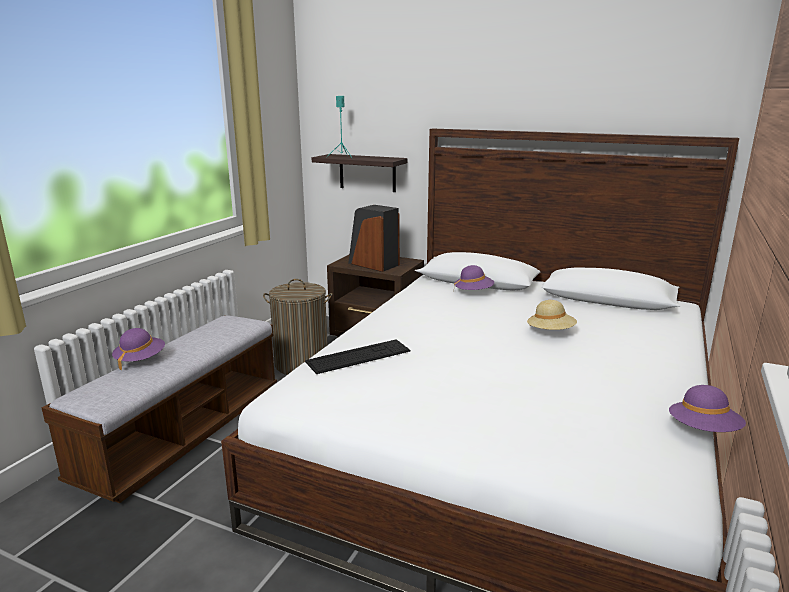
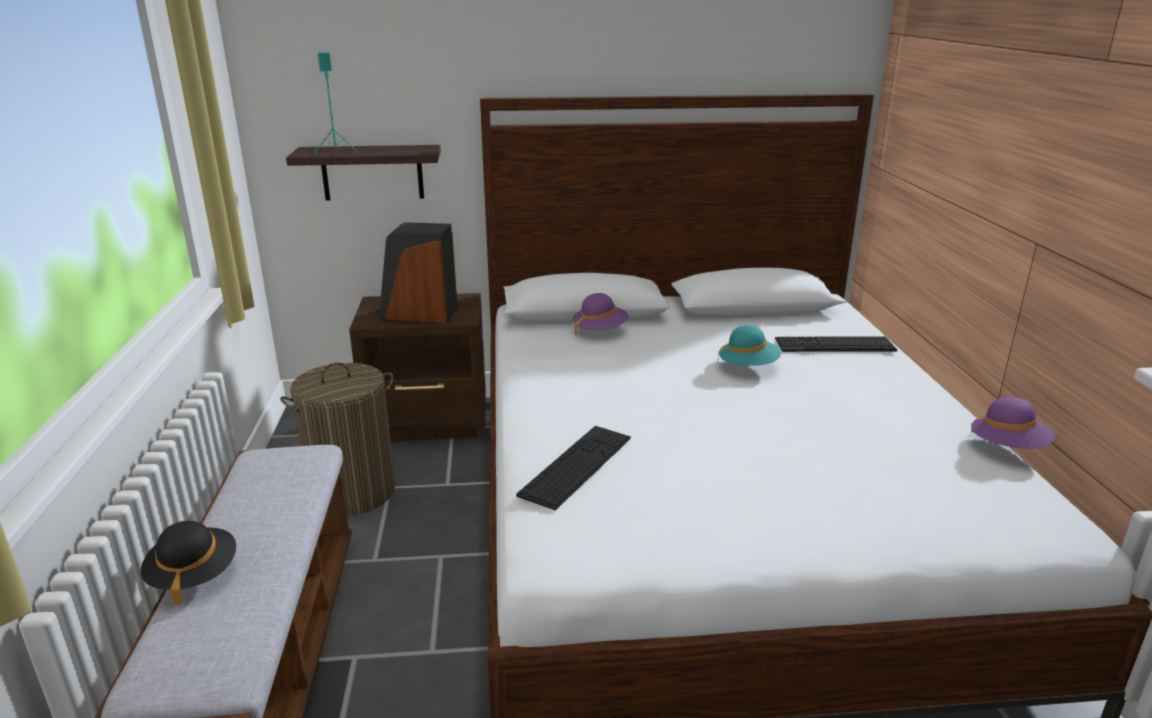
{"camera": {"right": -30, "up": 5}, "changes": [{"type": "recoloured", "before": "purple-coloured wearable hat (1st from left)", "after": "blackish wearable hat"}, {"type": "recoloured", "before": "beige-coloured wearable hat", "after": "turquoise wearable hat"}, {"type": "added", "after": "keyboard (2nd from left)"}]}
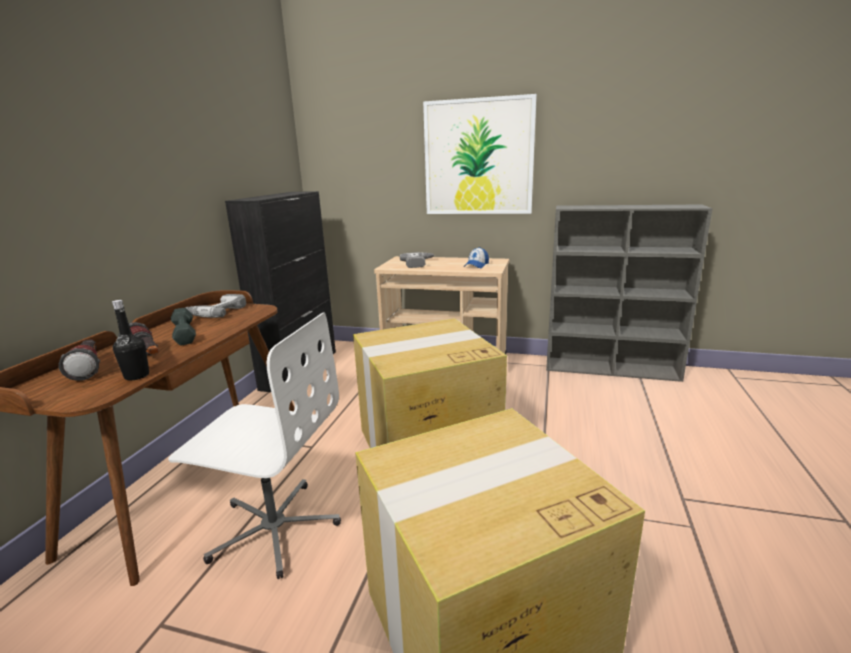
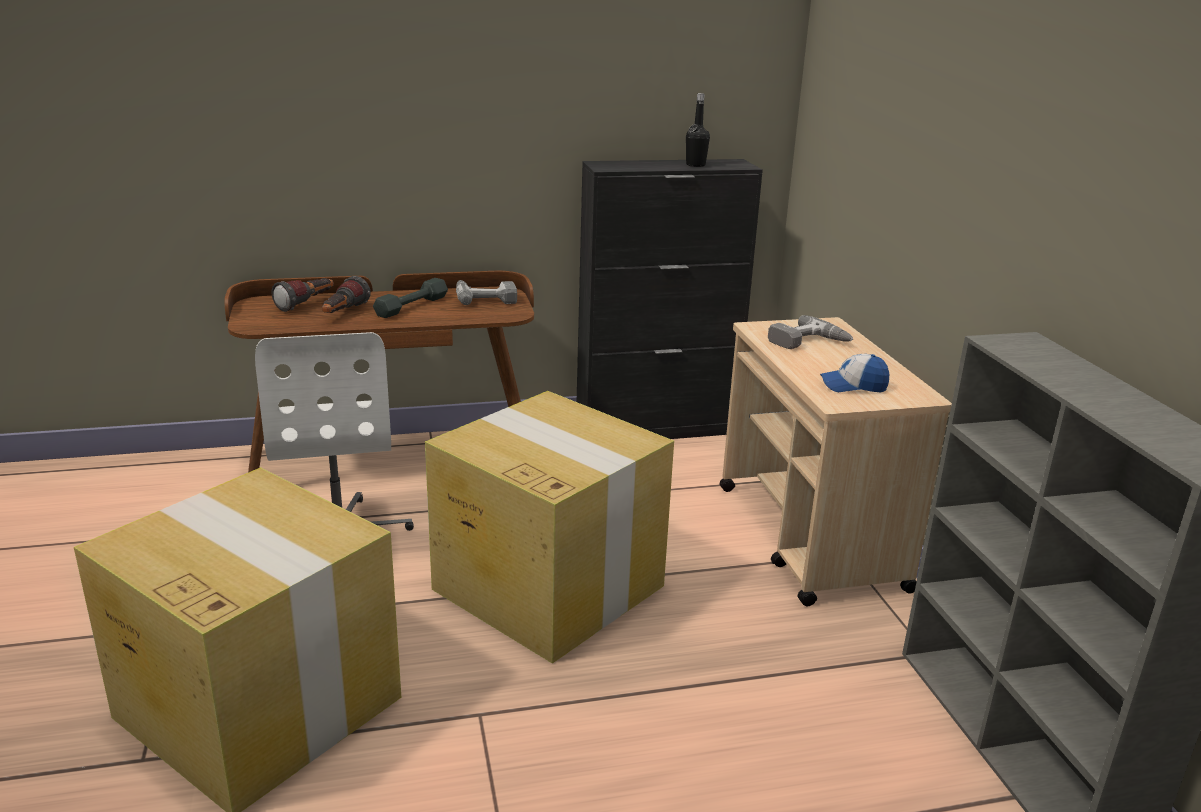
{"camera": {"right": 60, "up": 5}, "changes": [{"type": "moved", "before": "blackish beverage bottle"}, {"type": "removed", "before": "wall picture"}]}
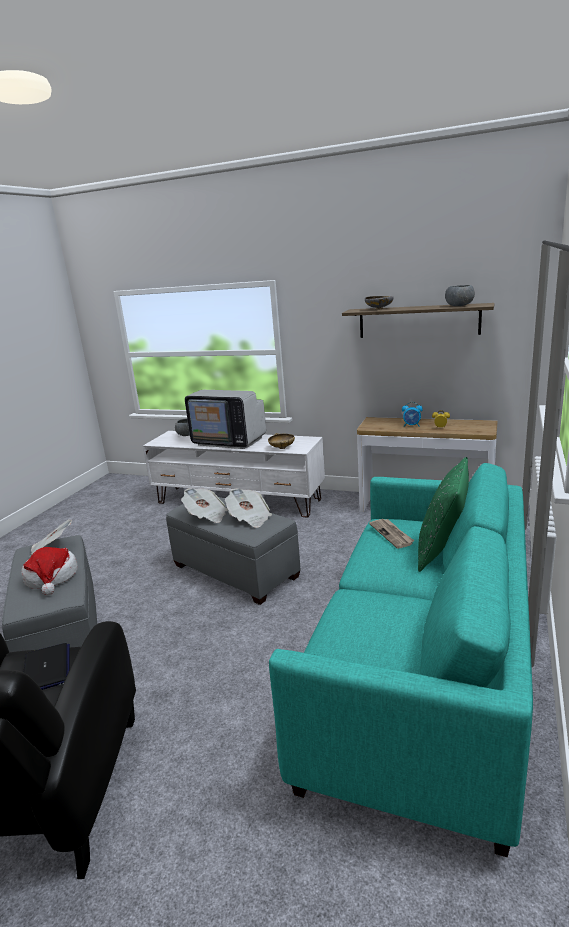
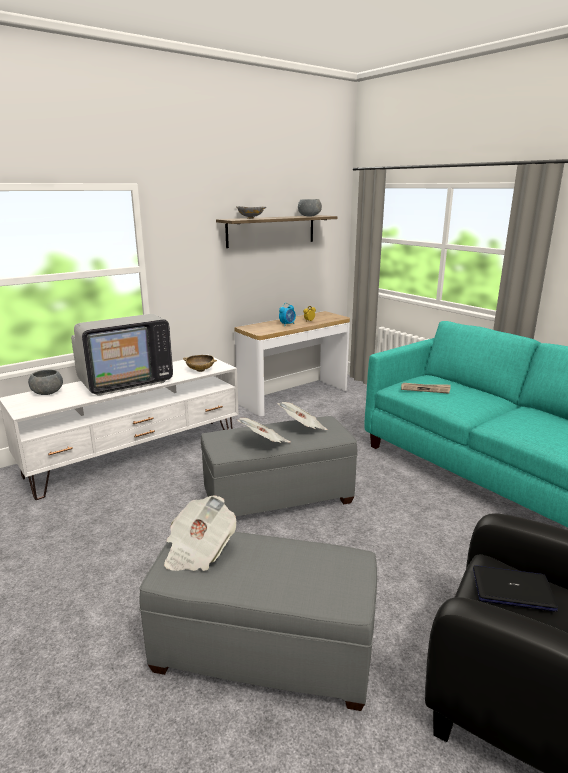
{"camera": {"right": -60, "up": 0}, "changes": [{"type": "removed", "before": "wearable hat"}, {"type": "removed", "before": "green-coloured throw pillow"}]}
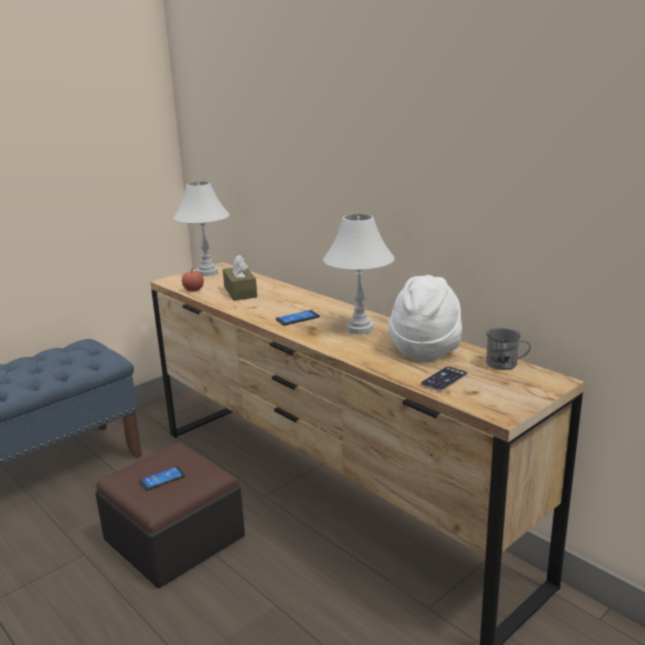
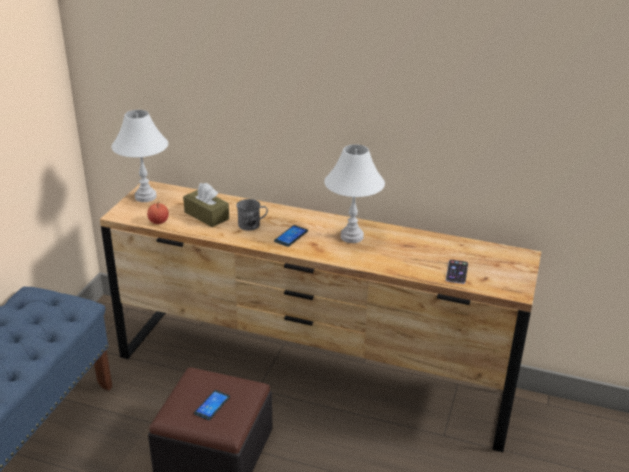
{"camera": {"right": -30, "up": 10}, "changes": [{"type": "removed", "before": "whitish wearable hat"}, {"type": "moved", "before": "greyish tea mug"}]}
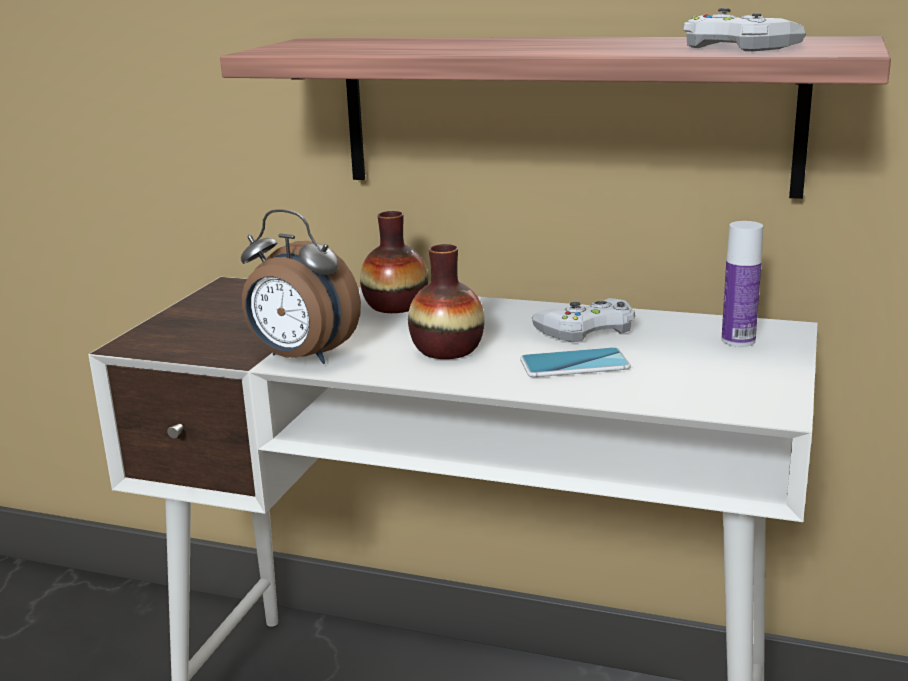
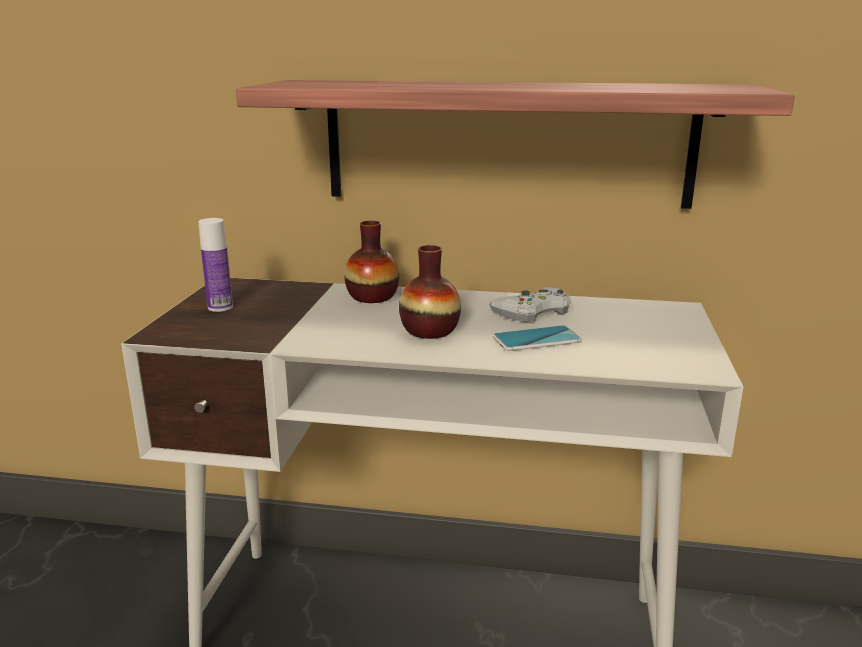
{"camera": {"right": -10, "up": 0}, "changes": [{"type": "removed", "before": "alarm clock"}, {"type": "removed", "before": "whitish gamepad (2nd from left)"}, {"type": "moved", "before": "beverage bottle"}]}
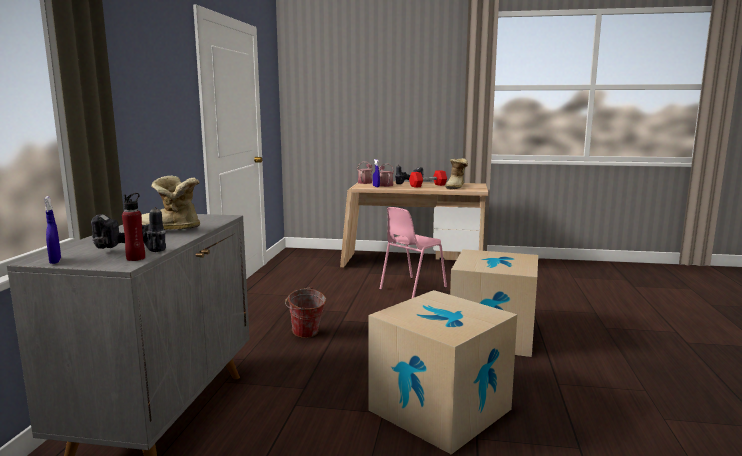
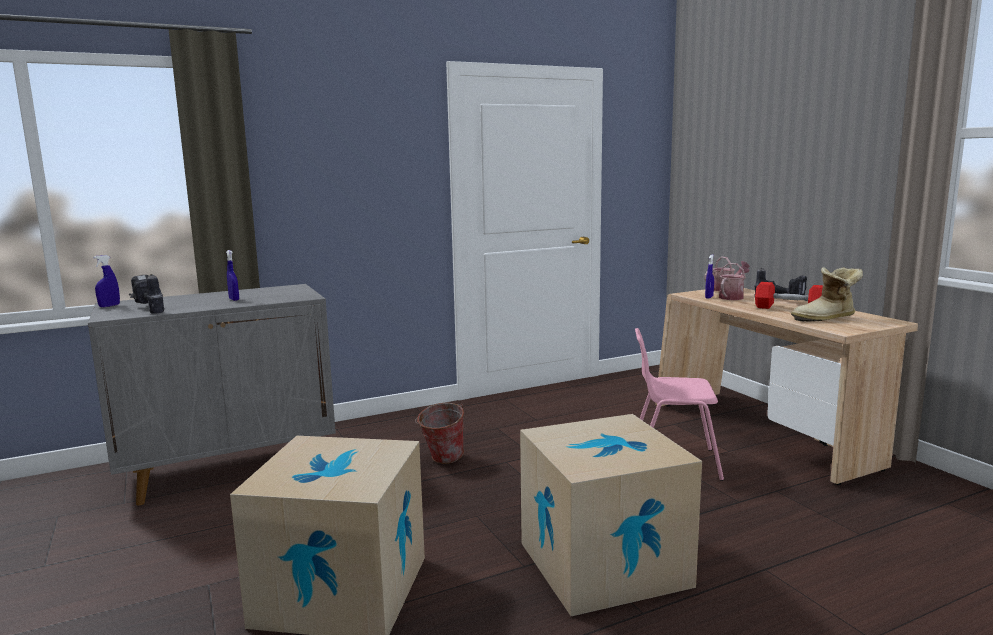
{"camera": {"right": 55, "up": 0}, "changes": [{"type": "removed", "before": "red-coloured beverage bottle"}, {"type": "replaced", "before": "high-top boot (1st from left)", "after": "blue sprayer (2nd from left)"}]}
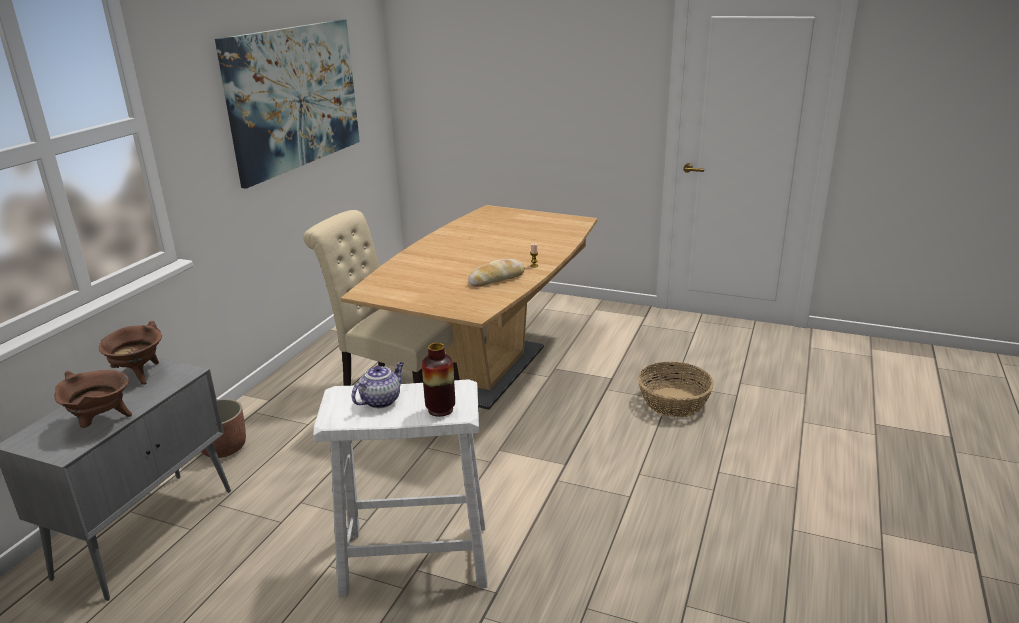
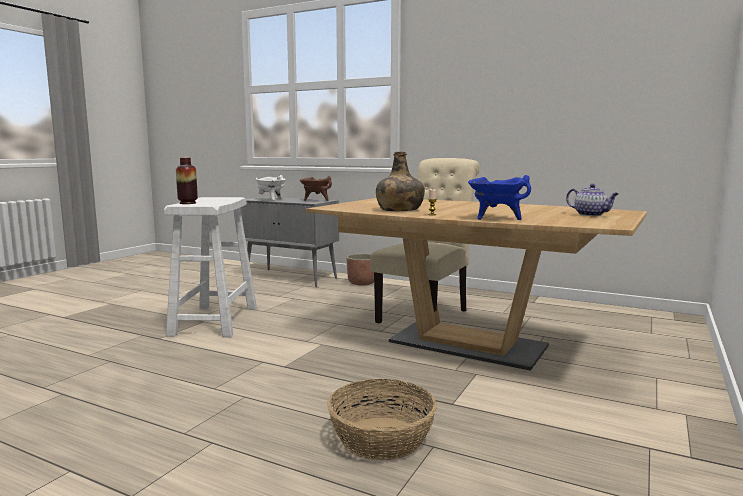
{"camera": {"right": 95, "up": -15}, "changes": [{"type": "recoloured", "before": "brownish cooking pot (1st from left)", "after": "whitish cooking pot"}, {"type": "removed", "before": "wall picture"}, {"type": "moved", "before": "pot for tea"}, {"type": "replaced", "before": "bread", "after": "green-coloured beverage bottle"}, {"type": "added", "after": "blue cooking pot"}]}
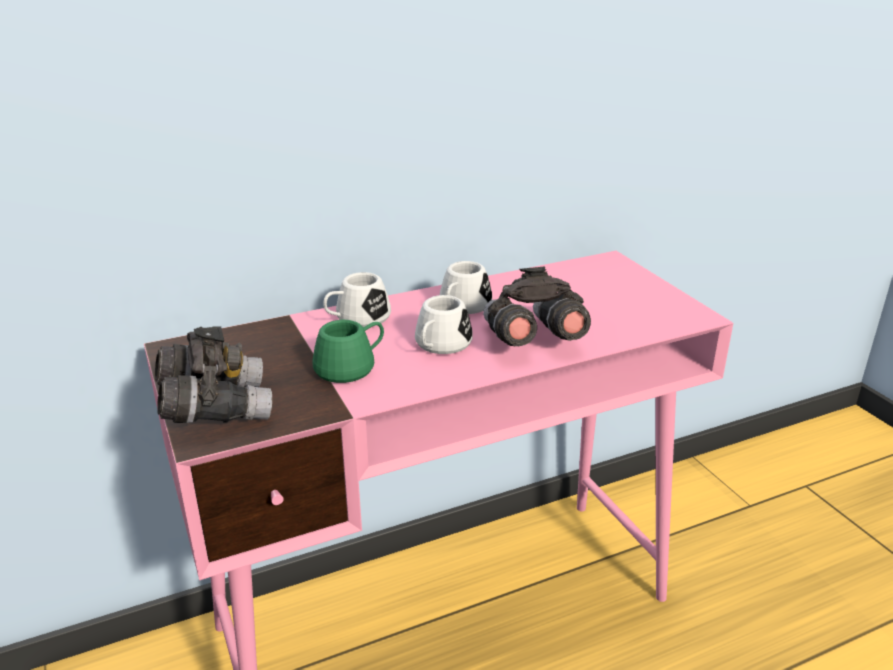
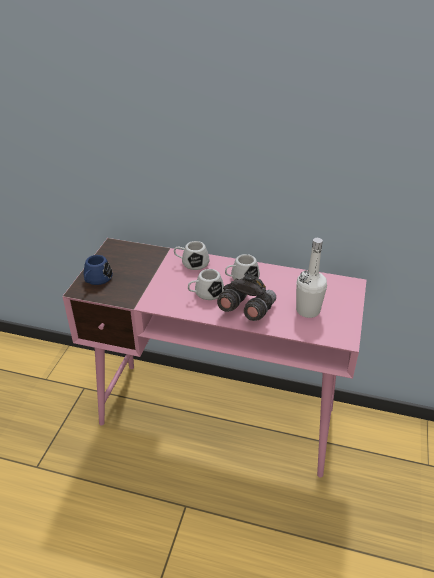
{"camera": {"right": 40, "up": 10}, "changes": [{"type": "replaced", "before": "greyish binoculars (1st from left)", "after": "blue tea mug"}, {"type": "removed", "before": "green-coloured tea mug"}, {"type": "added", "after": "whitish beverage bottle"}]}
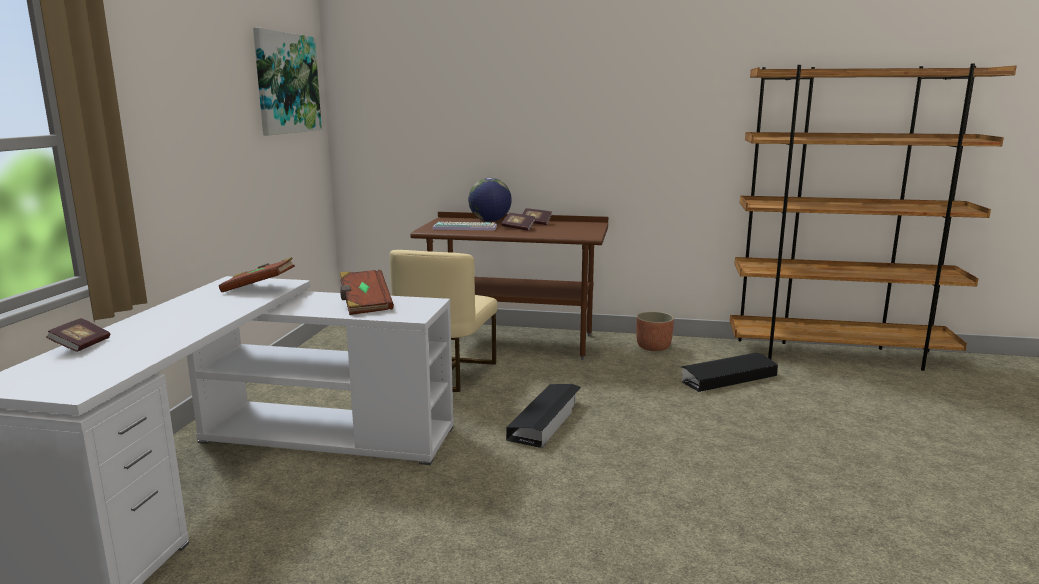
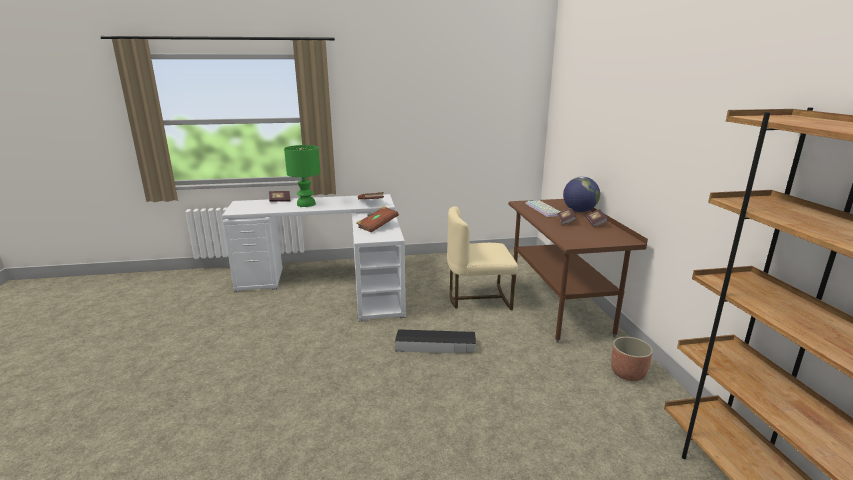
{"camera": {"right": 70, "up": 5}, "changes": [{"type": "removed", "before": "wall picture"}, {"type": "removed", "before": "blackish storage box (2nd from left)"}, {"type": "added", "after": "green-coloured tabletop lamp"}]}
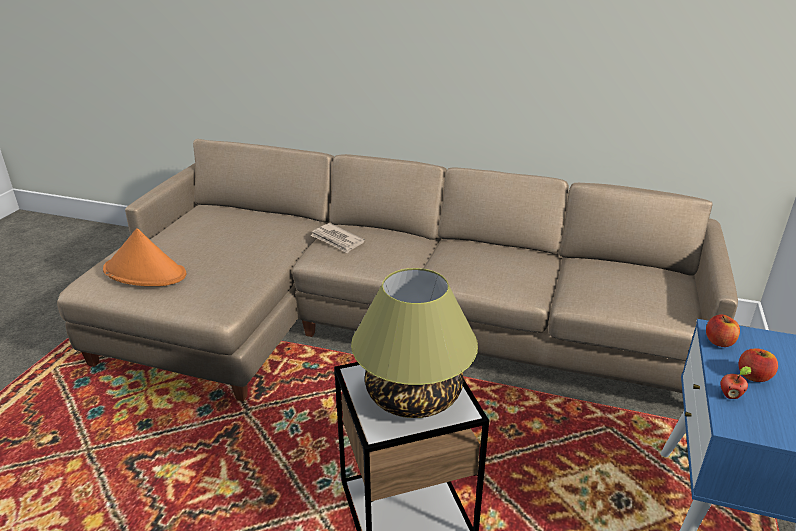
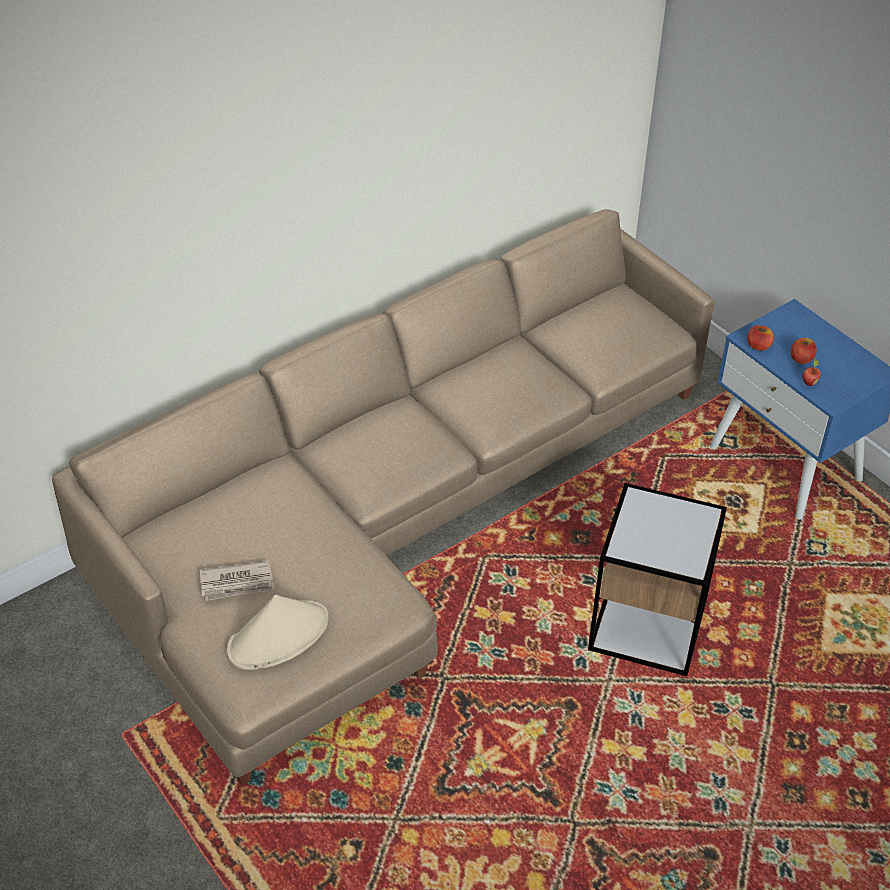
{"camera": {"right": -55, "up": 15}, "changes": [{"type": "recoloured", "before": "orangey wearable hat", "after": "beige-coloured wearable hat"}, {"type": "moved", "before": "printed paper"}, {"type": "removed", "before": "tabletop lamp"}]}
